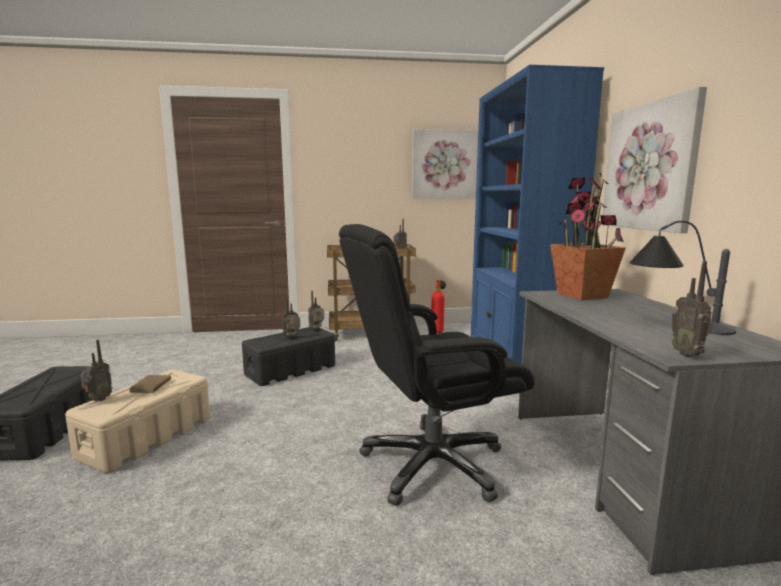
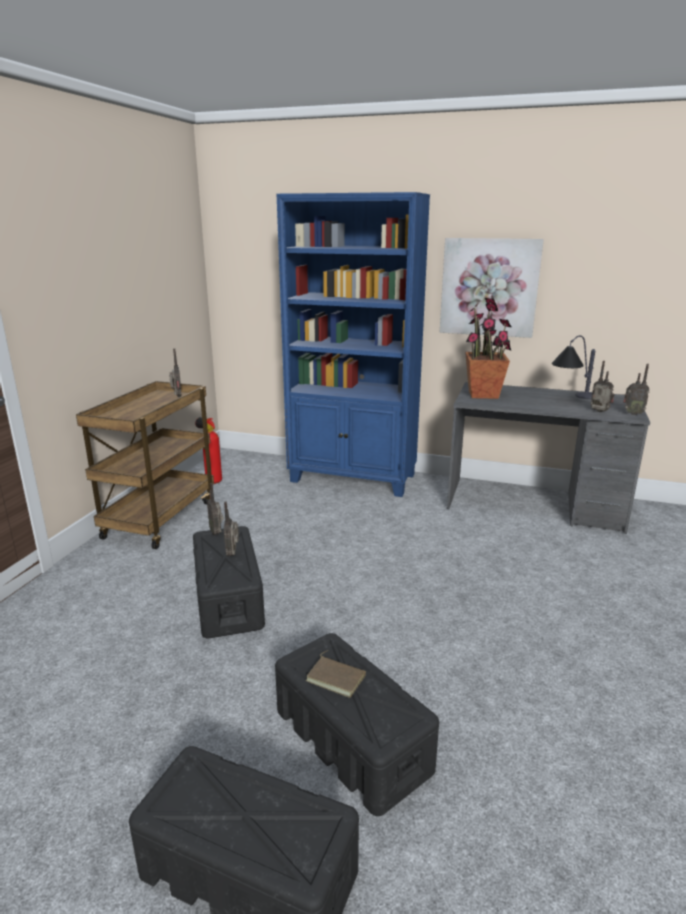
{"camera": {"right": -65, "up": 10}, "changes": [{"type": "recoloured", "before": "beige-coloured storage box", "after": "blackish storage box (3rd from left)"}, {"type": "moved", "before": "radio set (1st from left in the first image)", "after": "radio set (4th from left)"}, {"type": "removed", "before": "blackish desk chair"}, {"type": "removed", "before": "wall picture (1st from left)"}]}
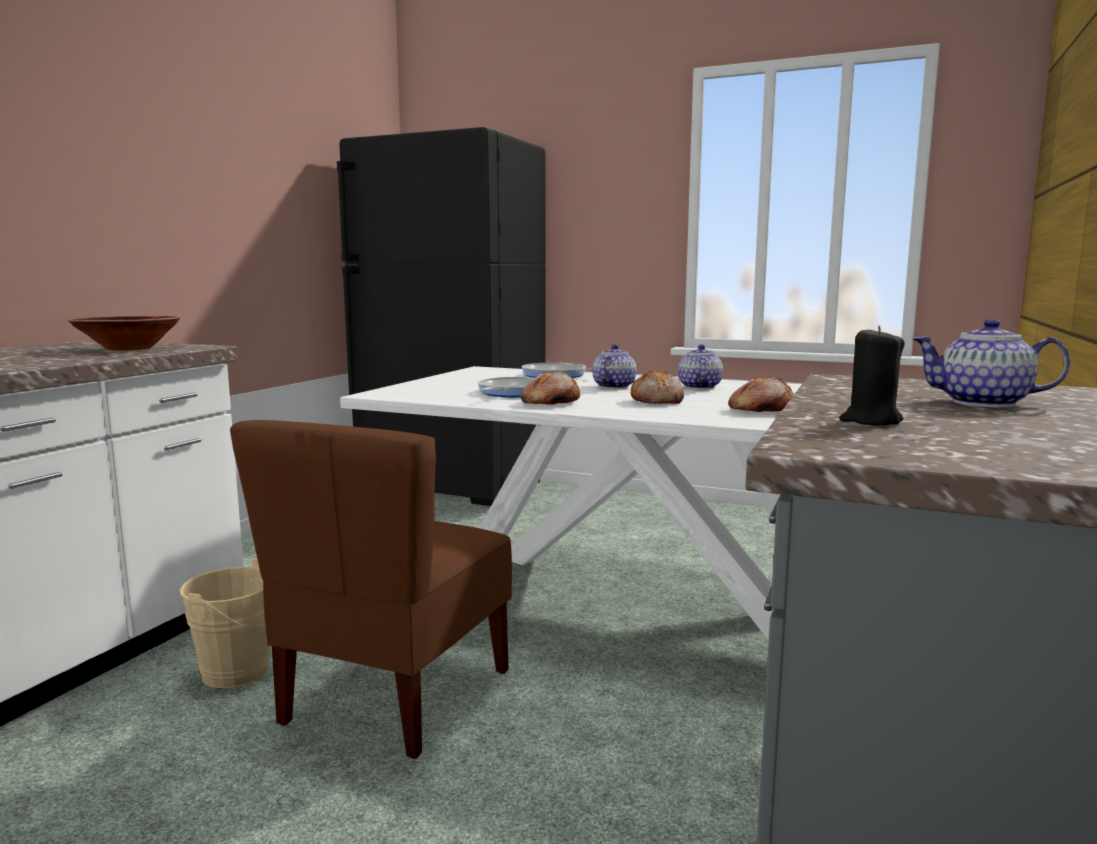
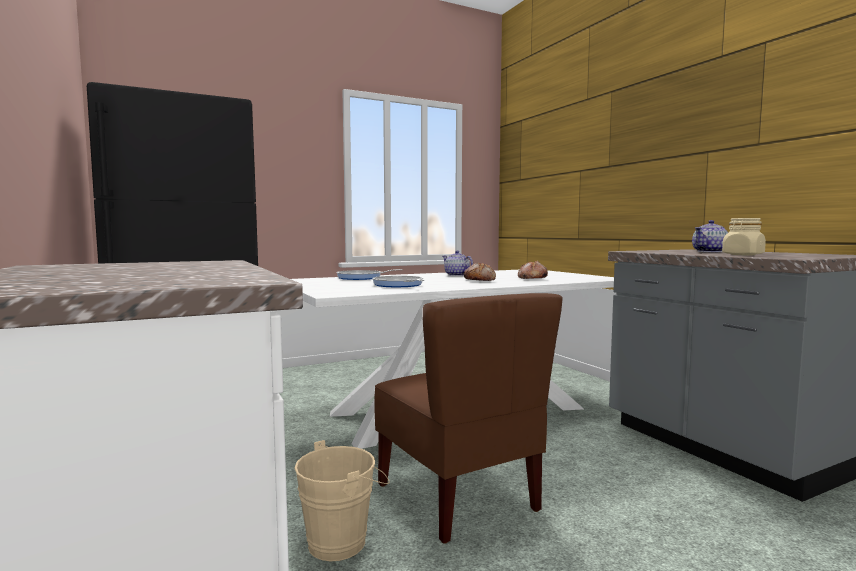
{"camera": {"right": -50, "up": -5}, "changes": [{"type": "removed", "before": "brownish bowl"}, {"type": "removed", "before": "bread (1st from left)"}, {"type": "removed", "before": "pot for tea (1st from left)"}, {"type": "replaced", "before": "blackish wax candle", "after": "beige-coloured storage jar"}]}
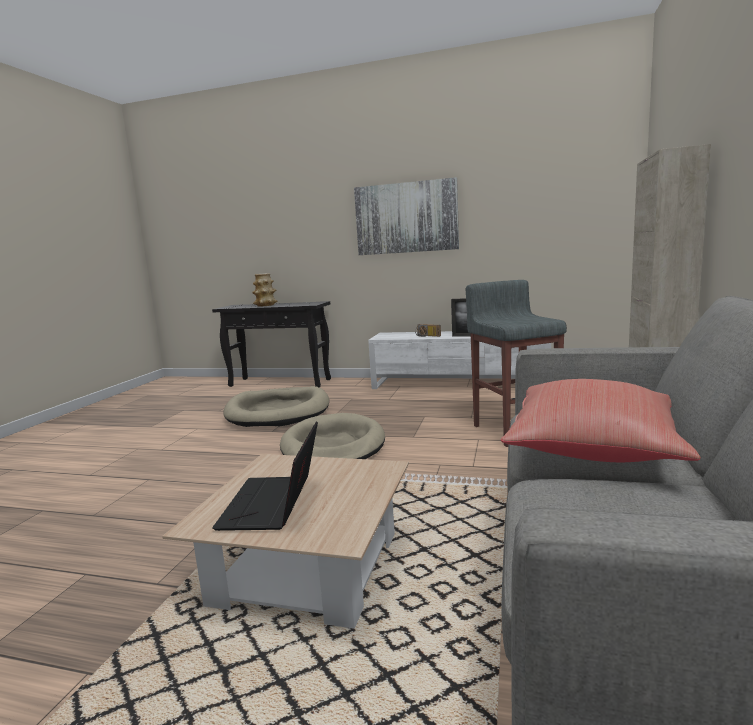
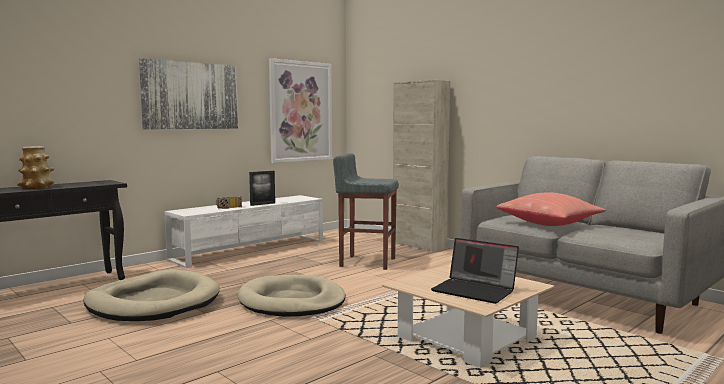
{"camera": {"right": -60, "up": -5}, "changes": [{"type": "added", "after": "wall picture (2nd from left)"}]}
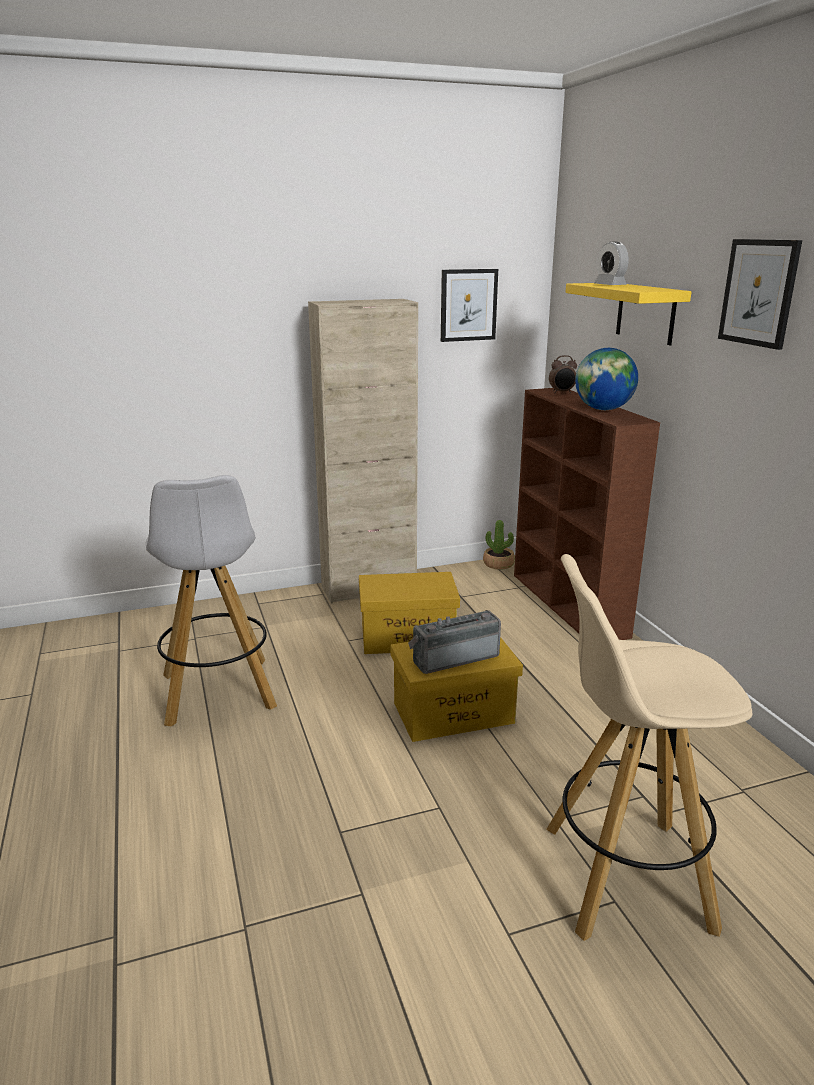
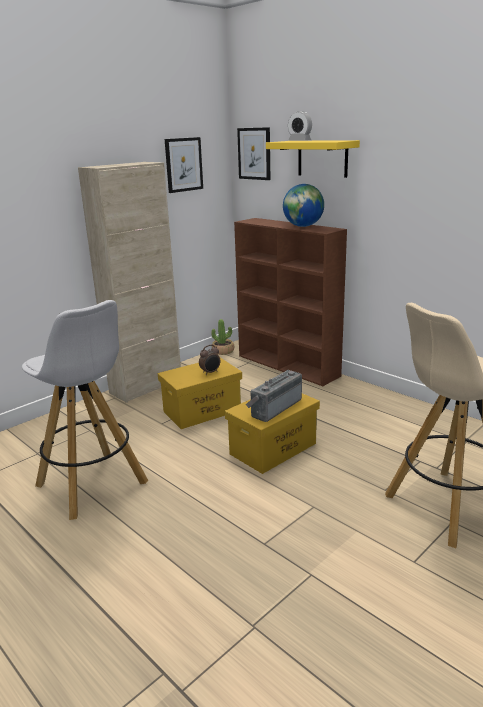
{"camera": {"right": -25, "up": 0}, "changes": [{"type": "moved", "before": "alarm clock (1st from left)"}, {"type": "moved", "before": "wall picture (2nd from left)"}]}
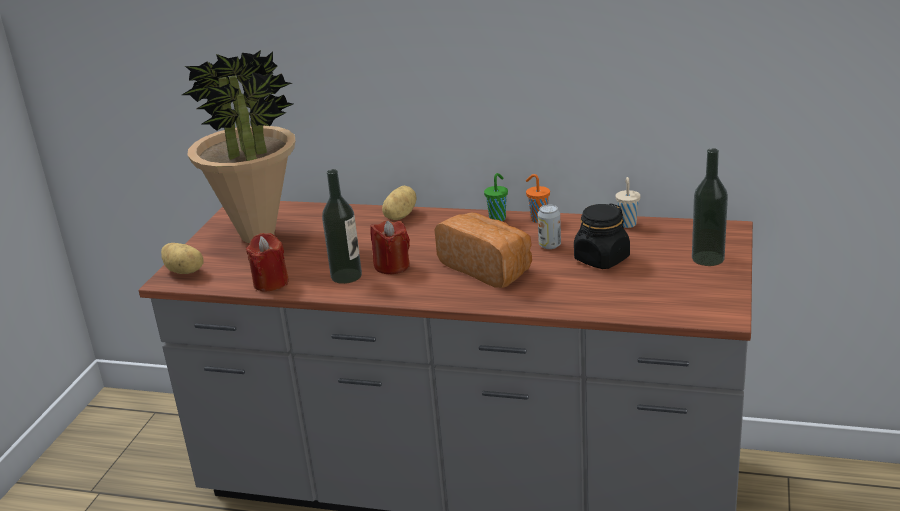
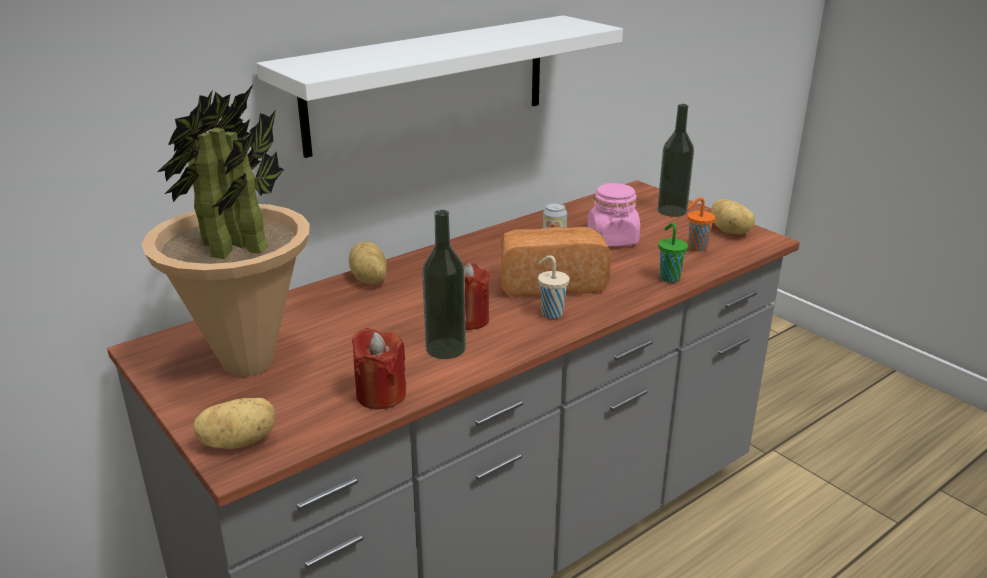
{"camera": {"right": -55, "up": 0}, "changes": [{"type": "moved", "before": "green-coloured drinking cup"}, {"type": "moved", "before": "orangey drinking cup"}, {"type": "recoloured", "before": "blackish storage jar", "after": "pink-coloured storage jar"}, {"type": "moved", "before": "beige-coloured drinking cup"}, {"type": "added", "after": "whitish wall shelf"}, {"type": "added", "after": "spud (3rd from left)"}]}
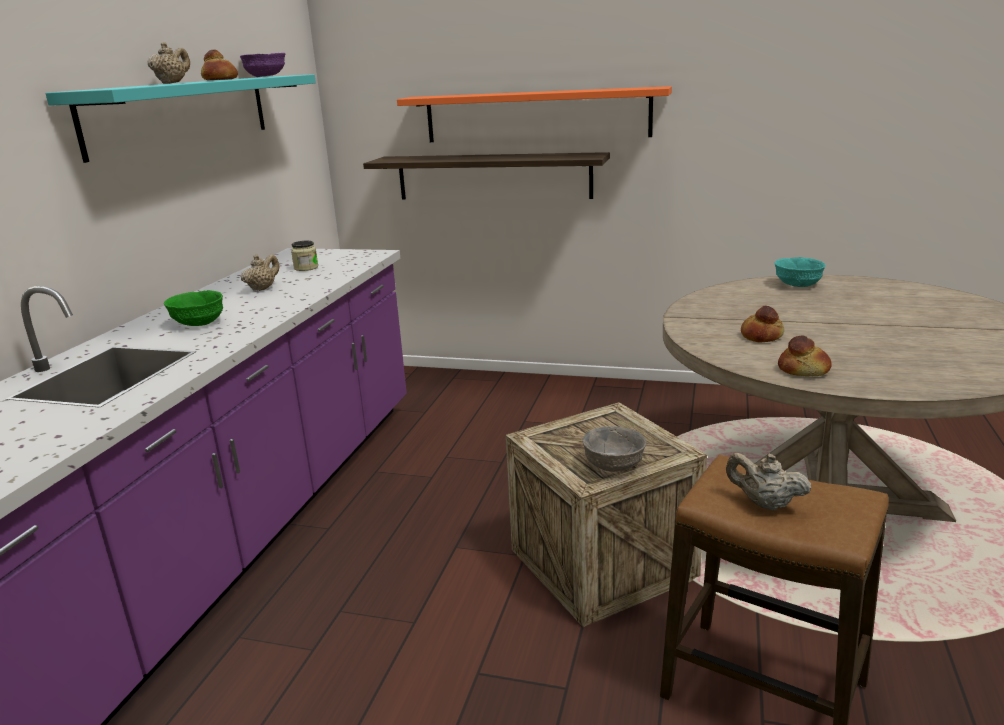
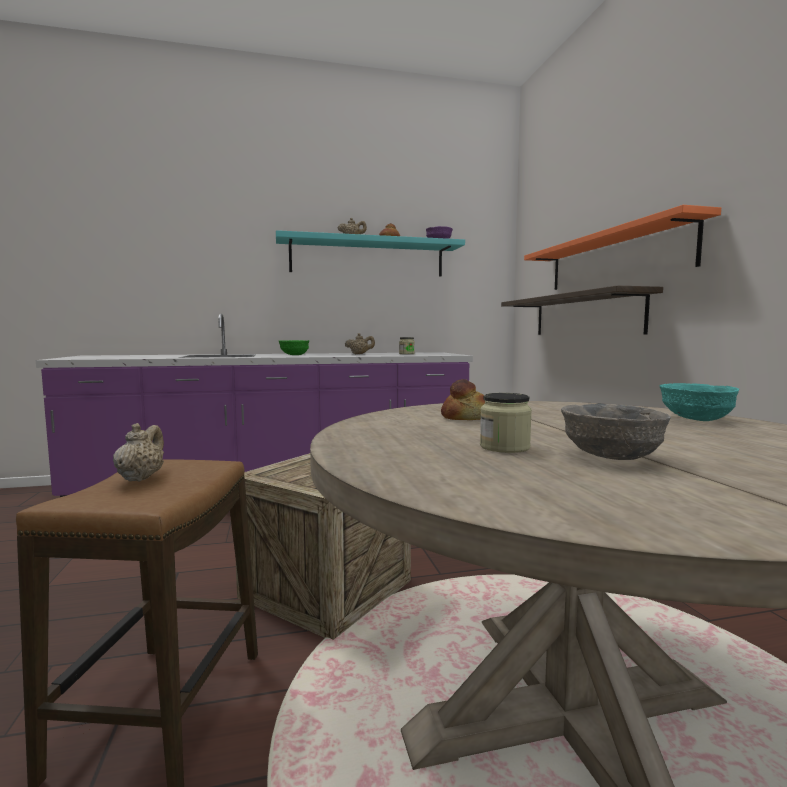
{"camera": {"right": 60, "up": -15}, "changes": [{"type": "moved", "before": "greyish bowl"}, {"type": "removed", "before": "bread (3rd from left)"}, {"type": "added", "after": "storage jar (2nd from left)"}]}
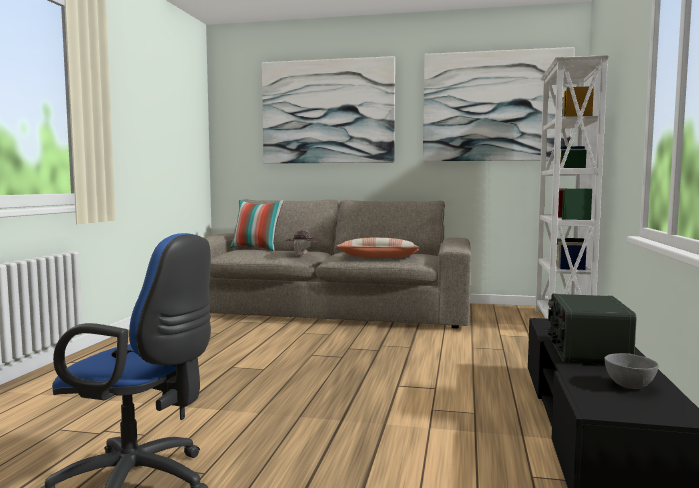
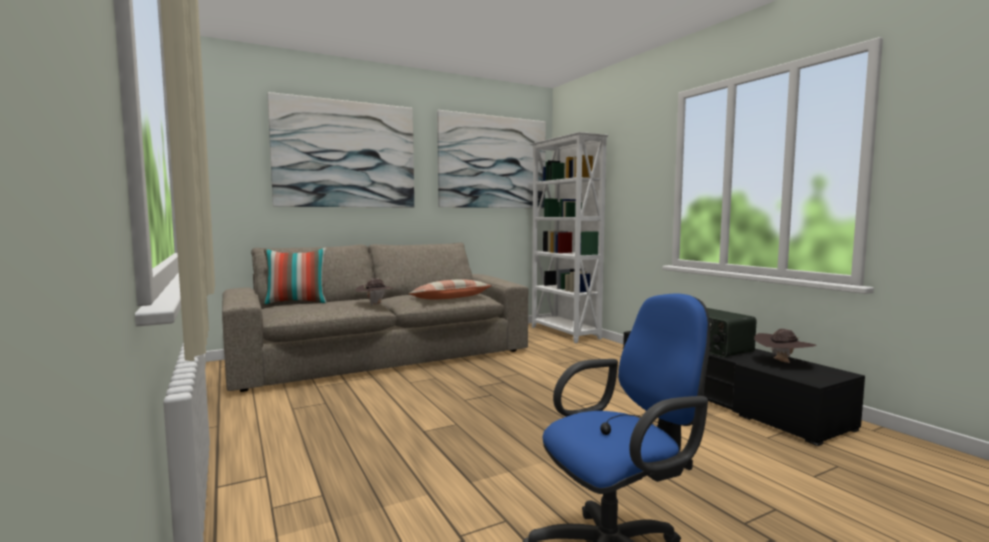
{"camera": {"right": -40, "up": 0}, "changes": [{"type": "replaced", "before": "greyish bowl", "after": "brownish wearable hat (2nd from left)"}]}
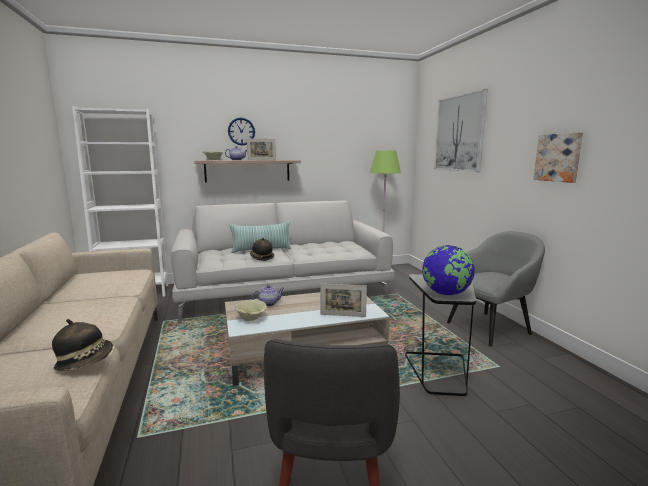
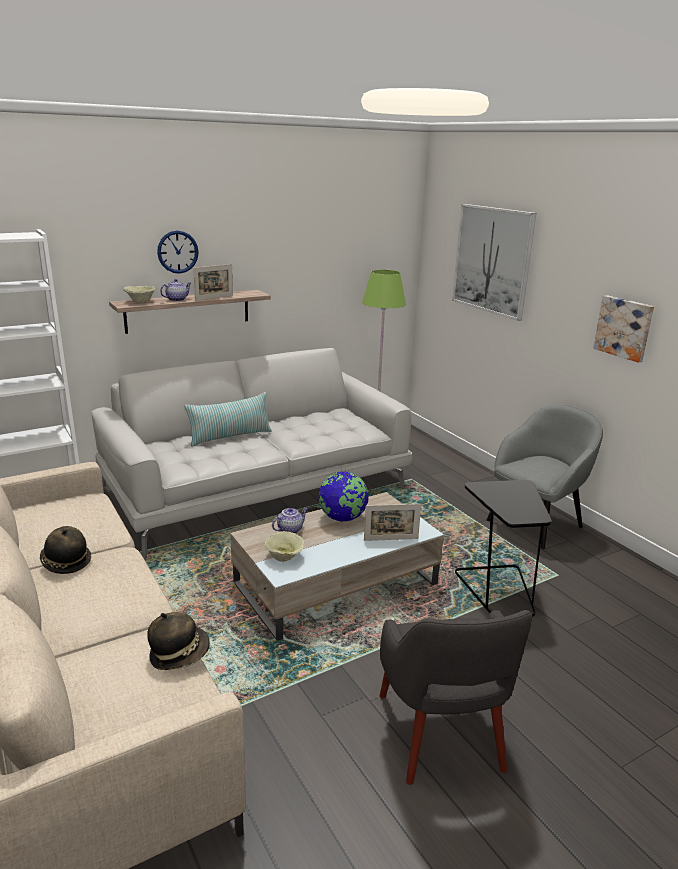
{"camera": {"right": -15, "up": 10}, "changes": [{"type": "moved", "before": "wearable hat (2nd from left in the first image)", "after": "wearable hat (1st from left)"}, {"type": "moved", "before": "globe"}]}
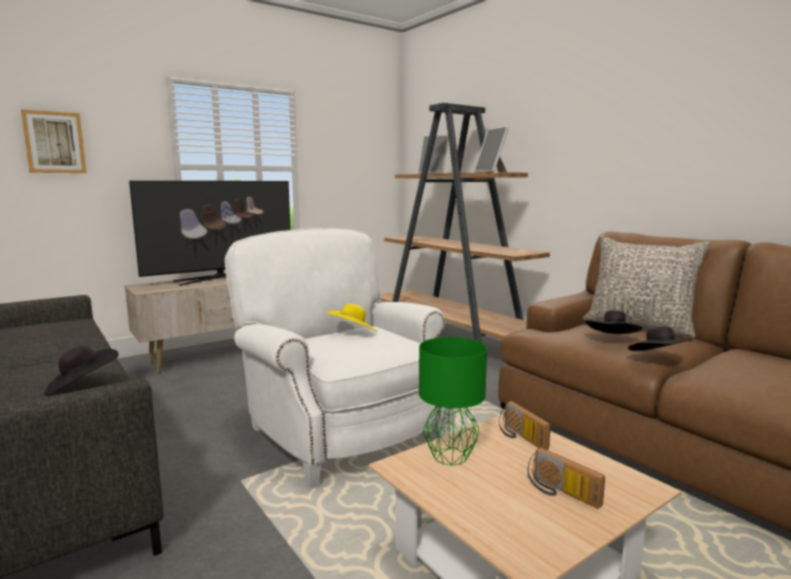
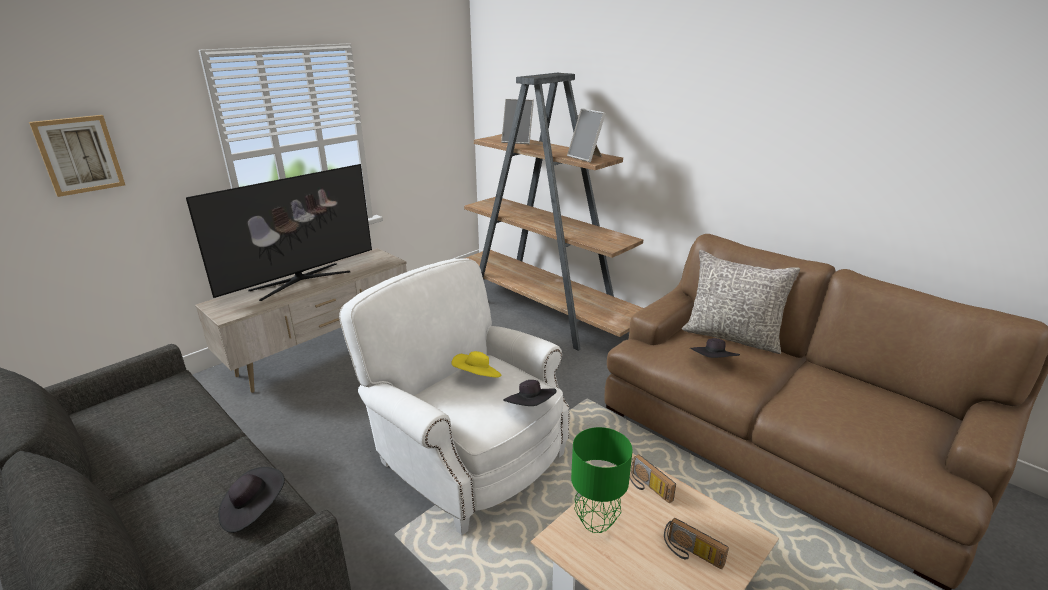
{"camera": {"right": -10, "up": 15}, "changes": [{"type": "moved", "before": "blackish wearable hat (3rd from left in the first image)", "after": "blackish wearable hat (2nd from left)"}]}
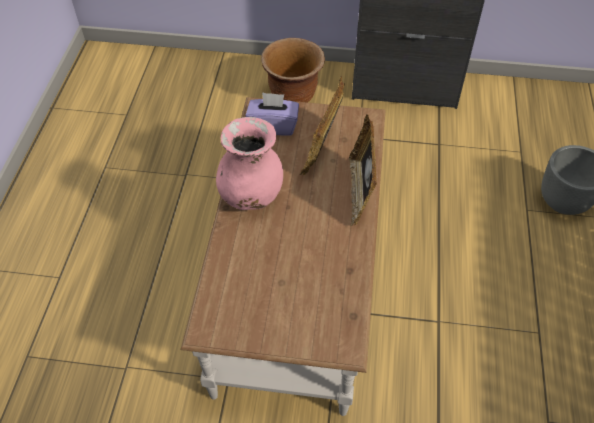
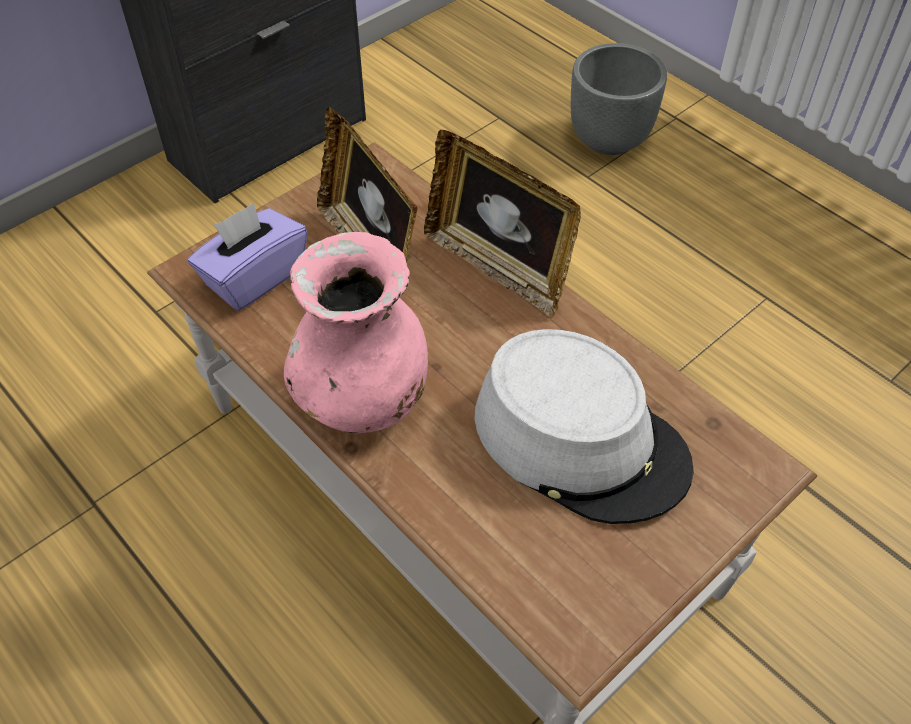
{"camera": {"right": -50, "up": 0}, "changes": [{"type": "removed", "before": "brownish planter"}, {"type": "added", "after": "greyish wearable hat"}]}
